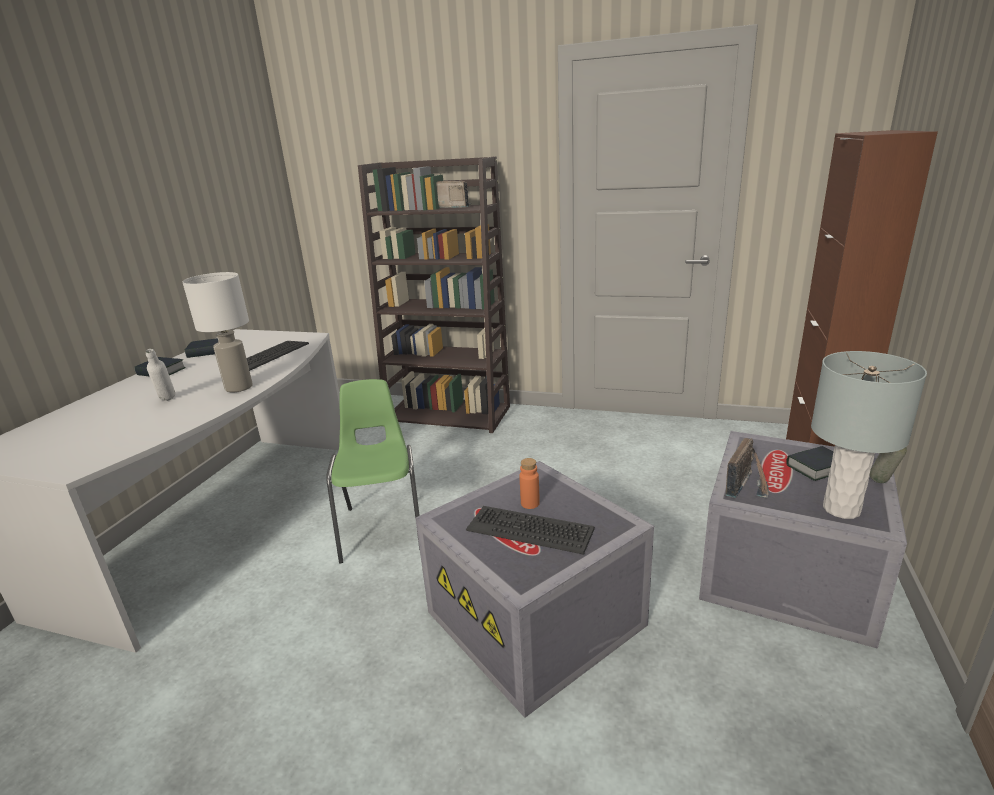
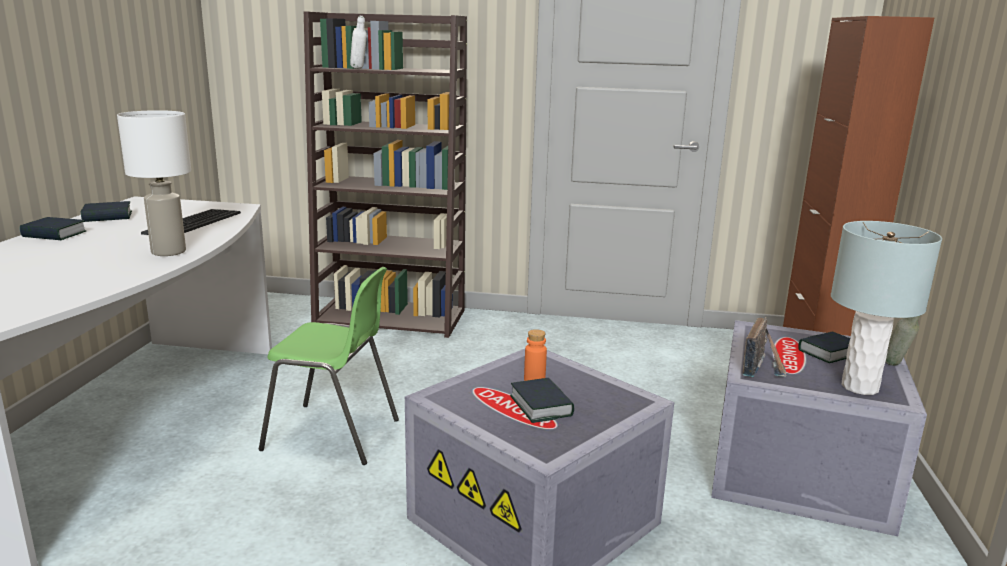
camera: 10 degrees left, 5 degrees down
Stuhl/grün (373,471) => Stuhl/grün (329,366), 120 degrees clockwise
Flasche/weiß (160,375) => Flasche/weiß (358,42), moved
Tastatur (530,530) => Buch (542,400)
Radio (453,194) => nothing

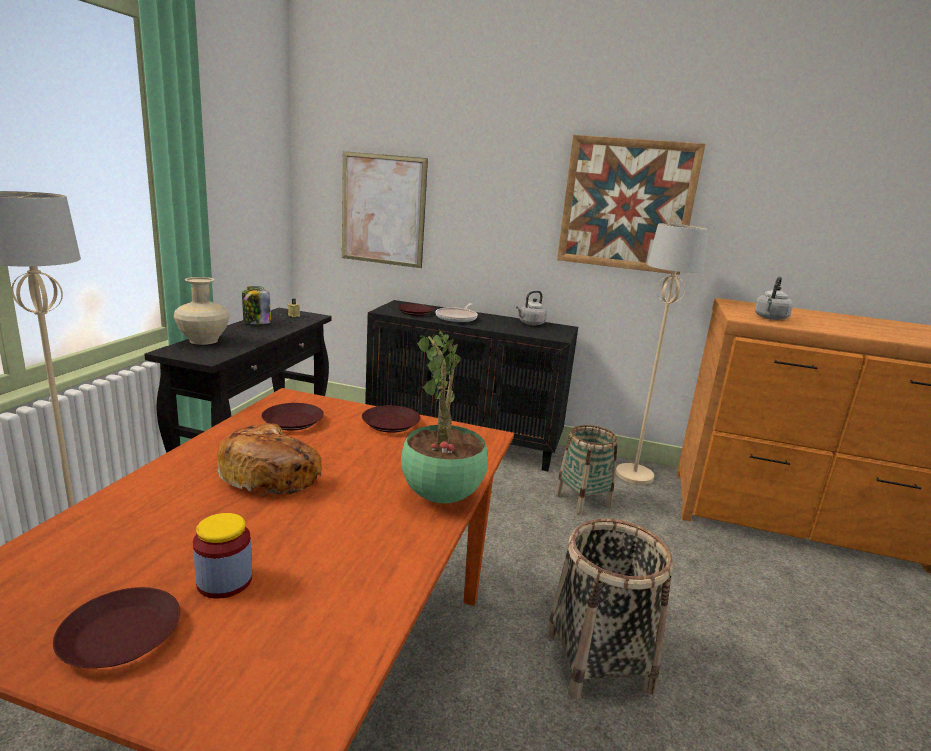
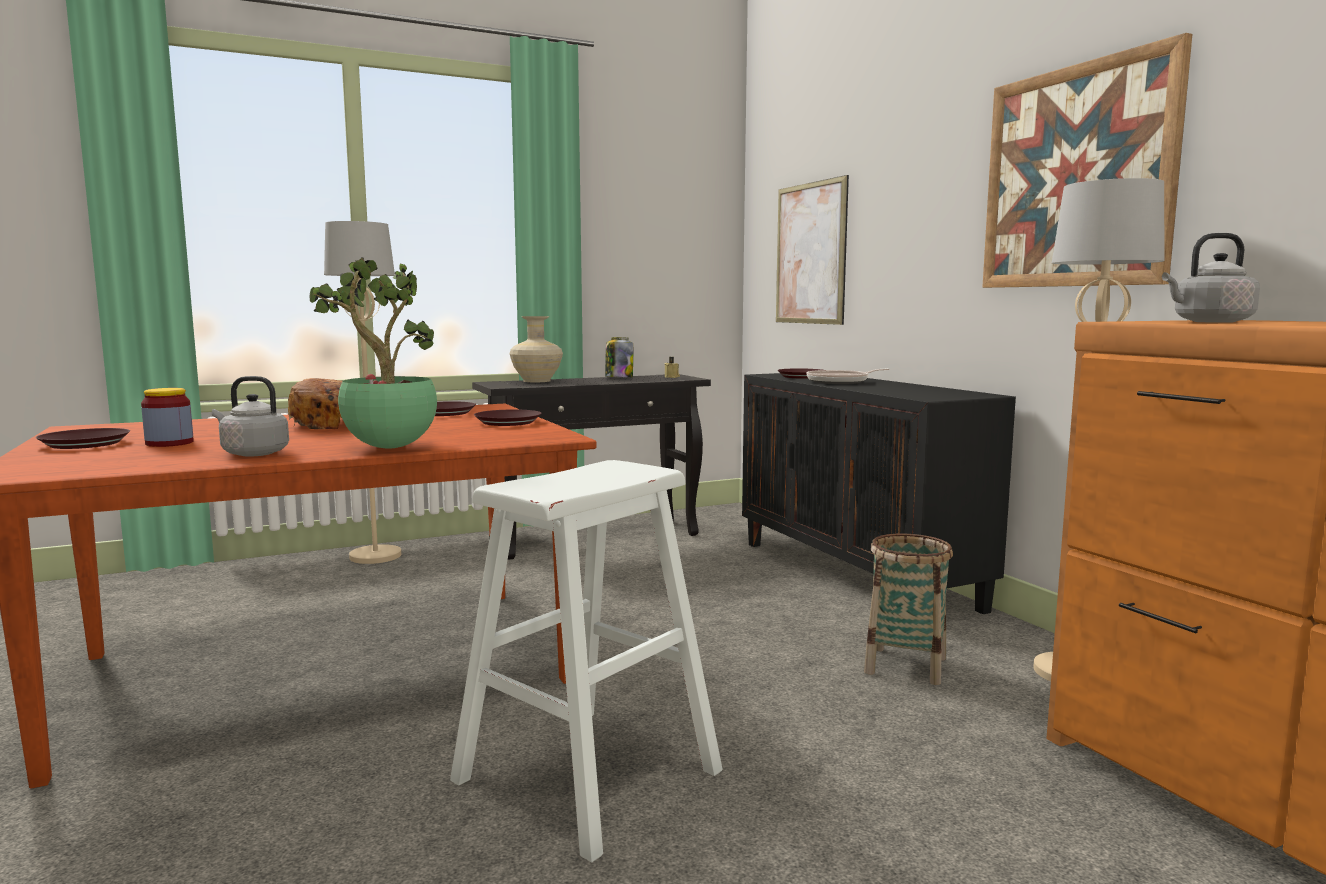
camera: 50 degrees right, 10 degrees down
Wasserkessel/grau (531,308) => Wasserkessel/grau (250,416), moved
Korb (610,609) => Hocker/weiß (586,661)

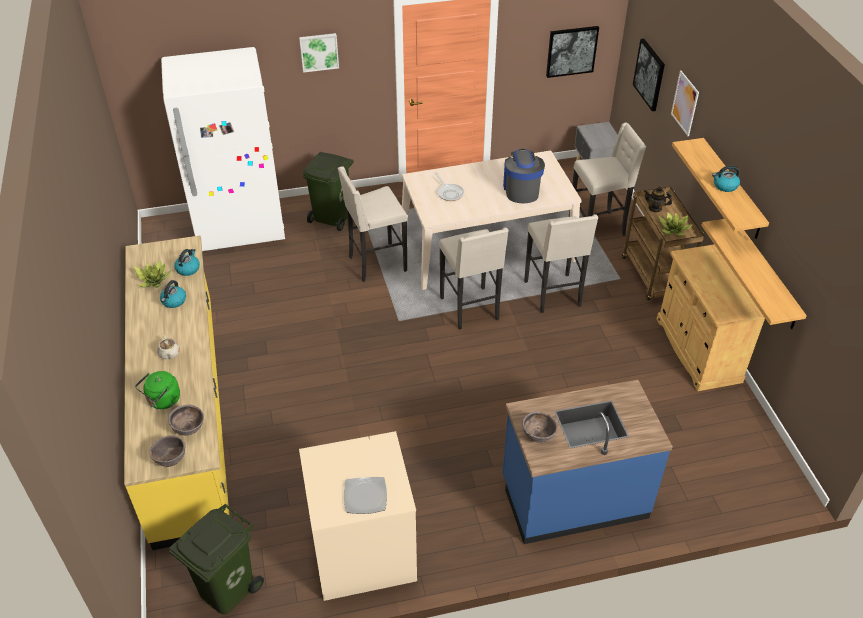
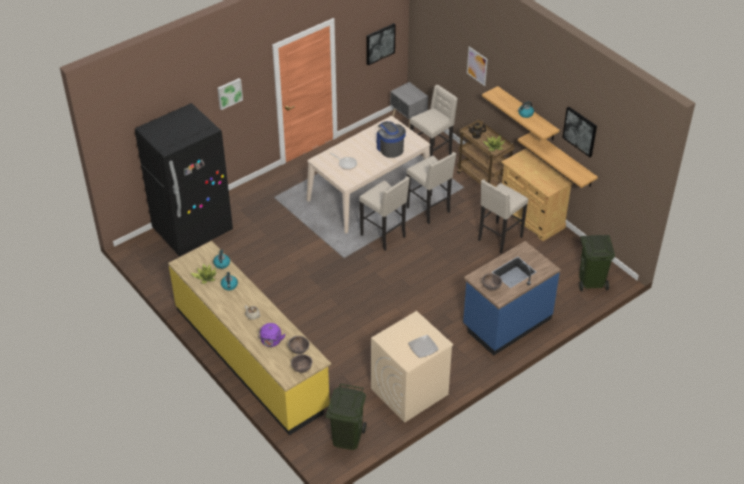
camera: 25 degrees left, 0 degrees up
Kühlschrank/weiß (223,149) => Kühlschrank/schwarz (184,179)
Wasserkessel/grün (157,390) => Wasserkessel/lila (271,335)
Hocker/beige (373,224) => Hocker/beige (503,216), moved
Bild (649,75) => Bild (579,132), moved
Mülleimer/grün (328,191) => Mülleimer/grün (597,263), moved

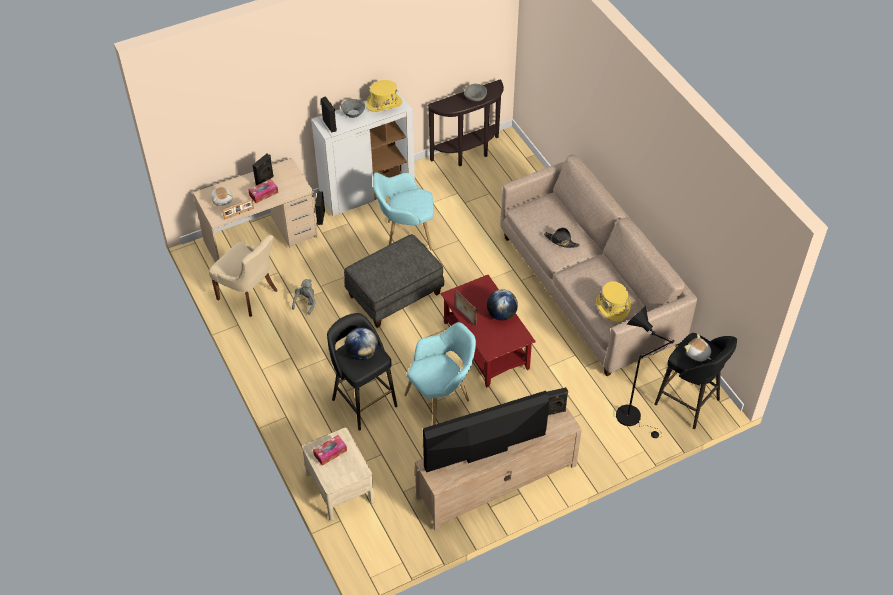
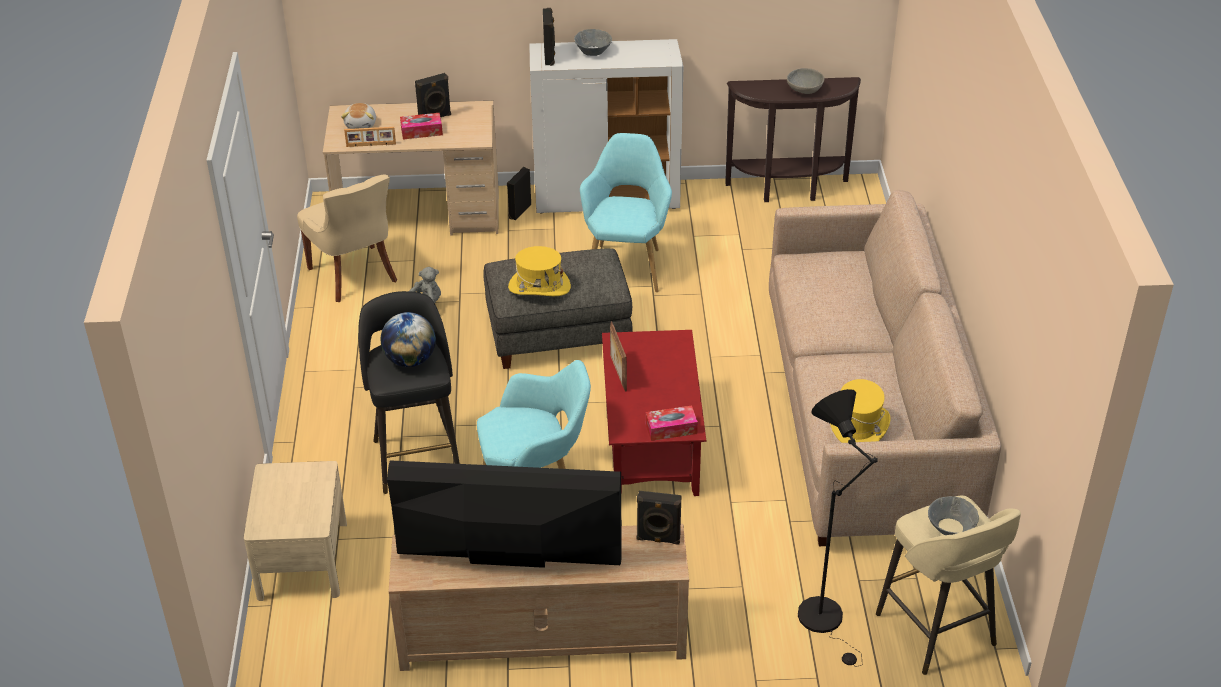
camera: 25 degrees right, 10 degrees down
Hut/gelb (384,96) => Hut/gelb (539,271), moved
Sessel/türkis (403,211) => Sessel/türkis (626,212), 75 degrees clockwise
Taschentuchbox (330,450) => Taschentuchbox (672,423), moved
Hocker/schwarz (695,381) => Hocker/beige (948,585)
Plüschtier (697,348) => Schüssel/grau (953,515)
Globus (502,305) => nothing
Hut/schwarz (562,238) => nothing

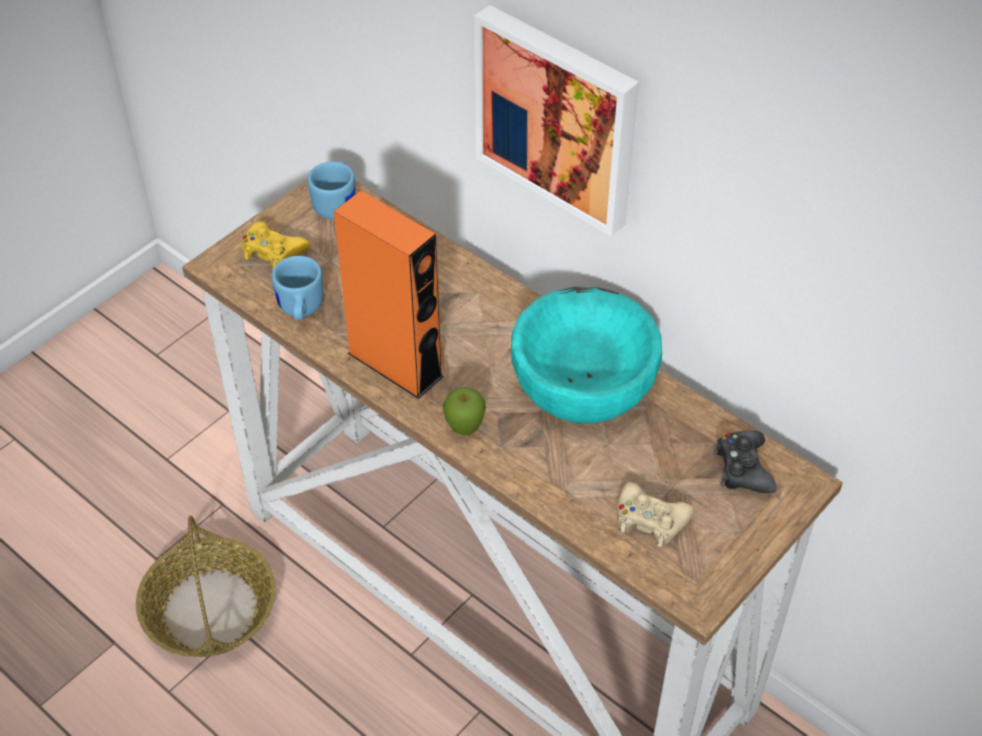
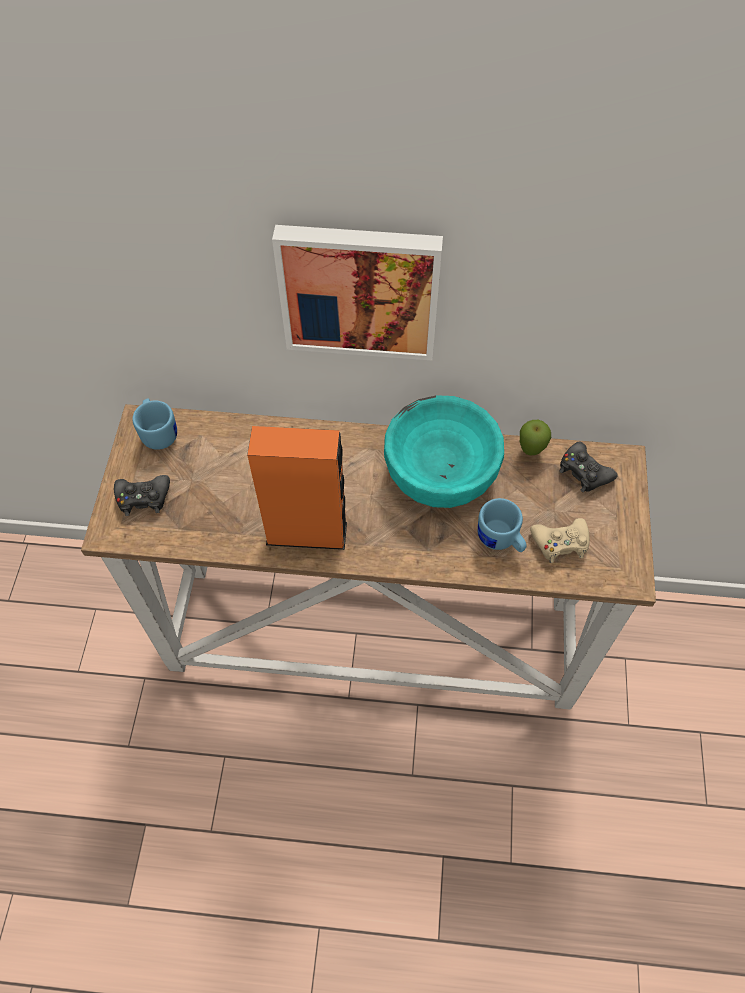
camera: 35 degrees left, 10 degrees up
Gamepad/gelb (276,245) => Gamepad/schwarz (142,495)
Henkelbecher/blau (297,288) => Henkelbecher/blau (502,525), moved
Apfel (464,411) => Apfel (535,437), moved
Korb (206,586) => nothing

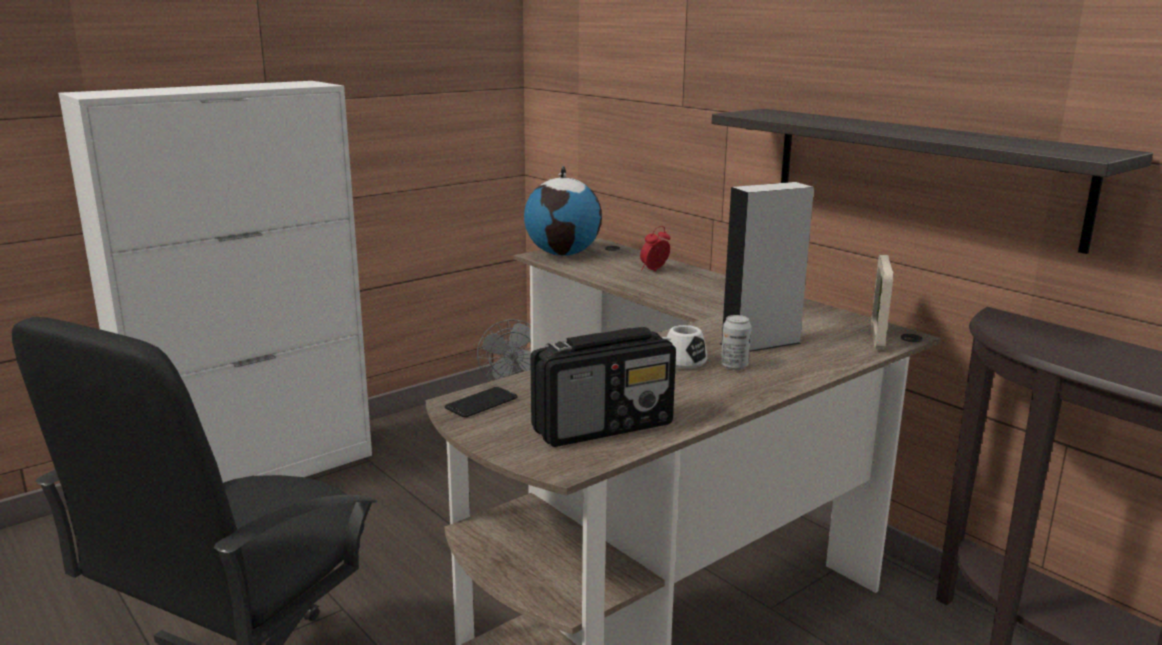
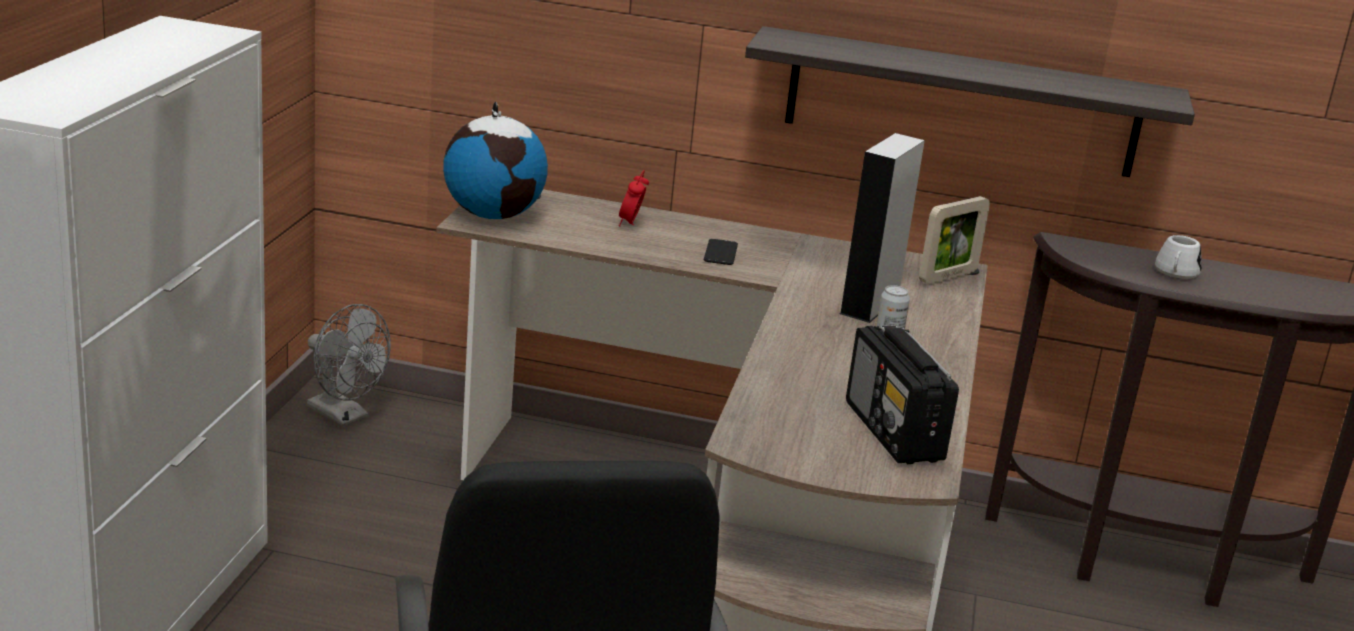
camera: 40 degrees left, 5 degrees up
Handy (481,402) => Handy (721,252), moved
Radio (603,387) => Radio (902,394), 135 degrees clockwise
Bilderrahmen (882,302) => Bilderrahmen (954,240), 105 degrees counterclockwise
Henkelbecher/weiß (684,347) => Henkelbecher/weiß (1178,257), moved

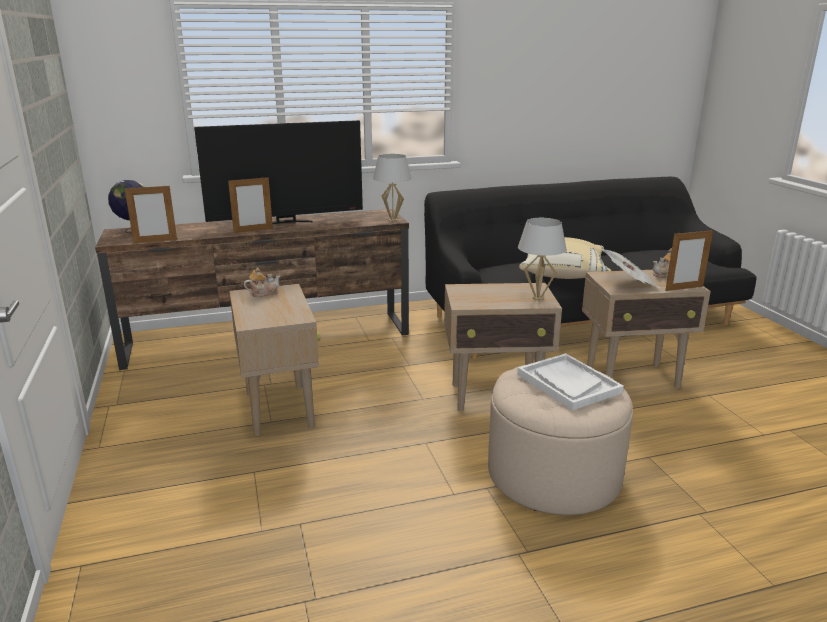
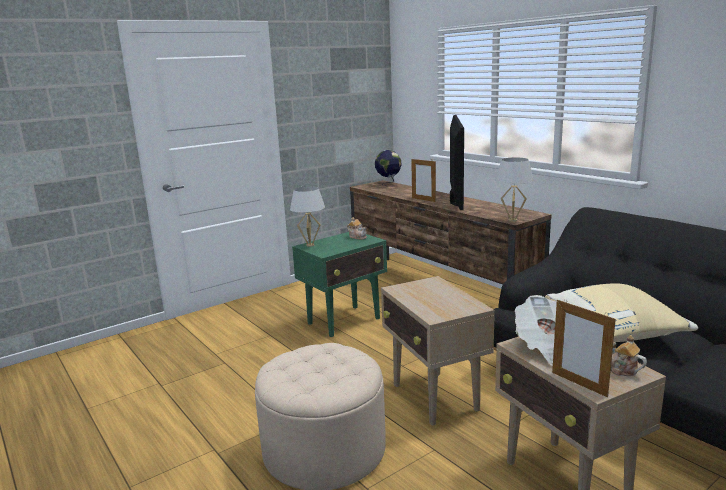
camera: 70 degrees right, 5 degrees down
Tischlampe/weiß (542,259) => Tischlampe/weiß (307,216), moved
Beistelltisch/beige (275,360) => Beistelltisch/grün (339,284)
Fernseher (278,172) => Fernseher (457,162), 135 degrees counterclockwise
Bilderrahmen (151,213) => nothing
Tablett/weiß (570,382) => nothing

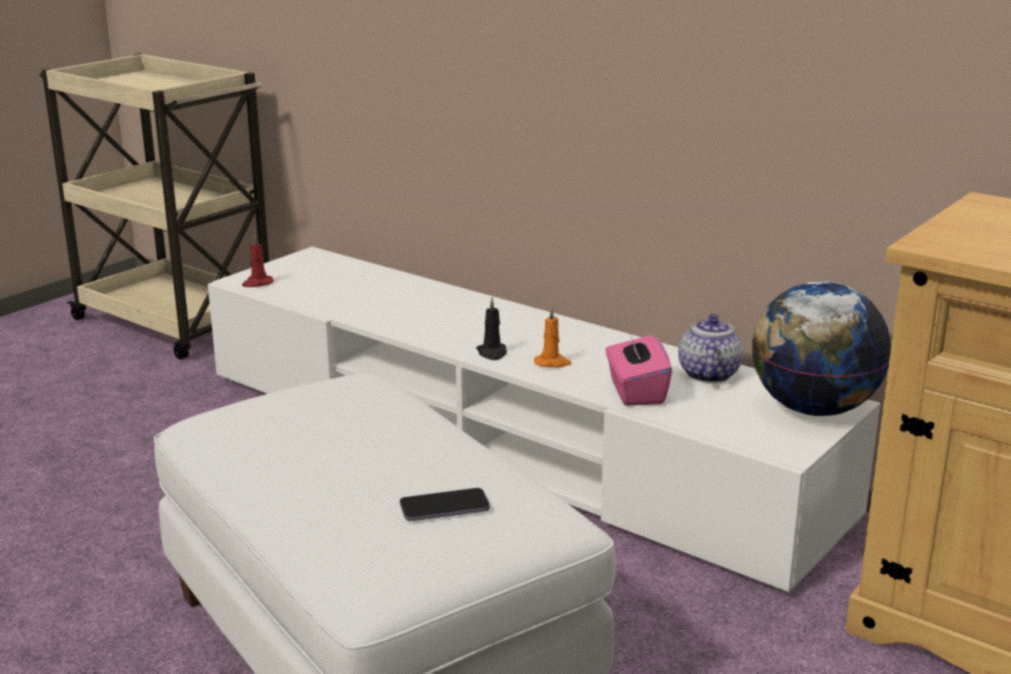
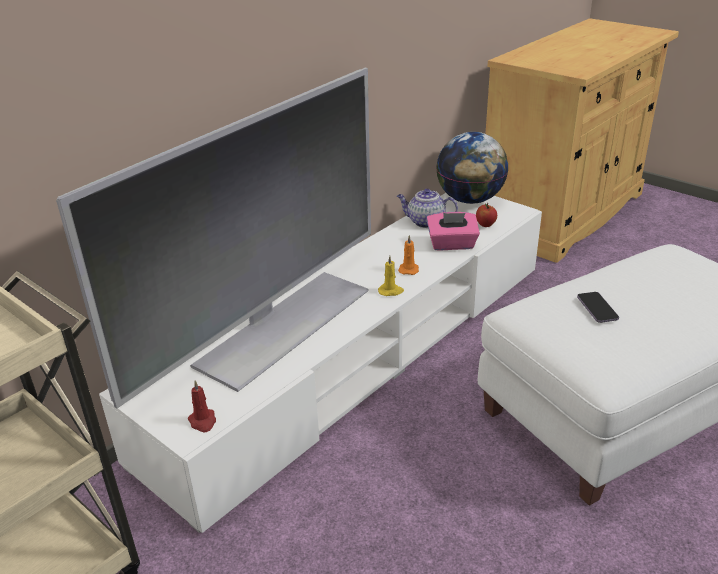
camera: 85 degrees left, 10 degrees up
nothing => Fernseher (213,238)
Kerze/schwarz (491,329) => Kerze/gelb (391,276)
nothing => Apfel (486,215)
Handy (445,504) => Handy (598,307), moved

